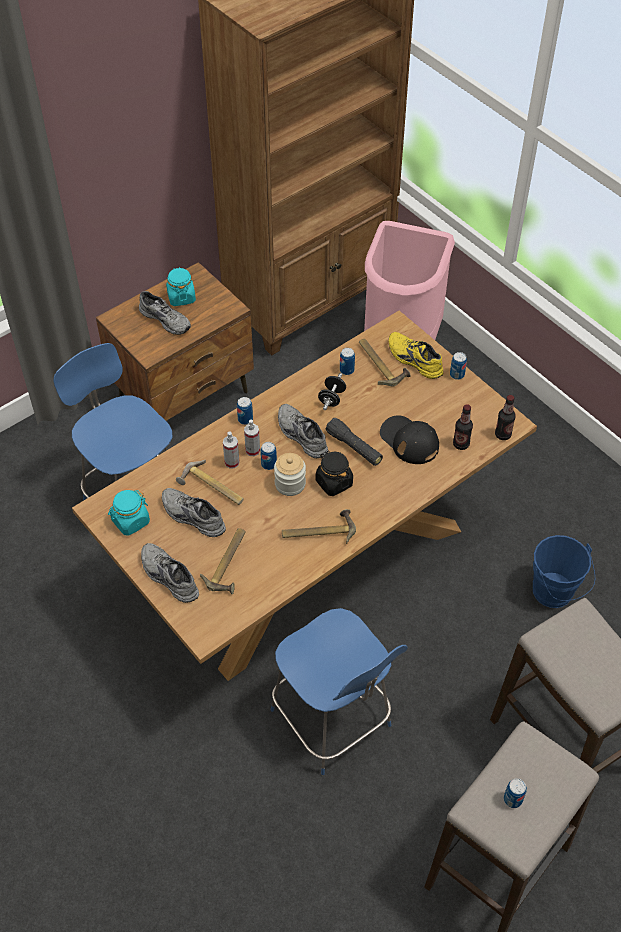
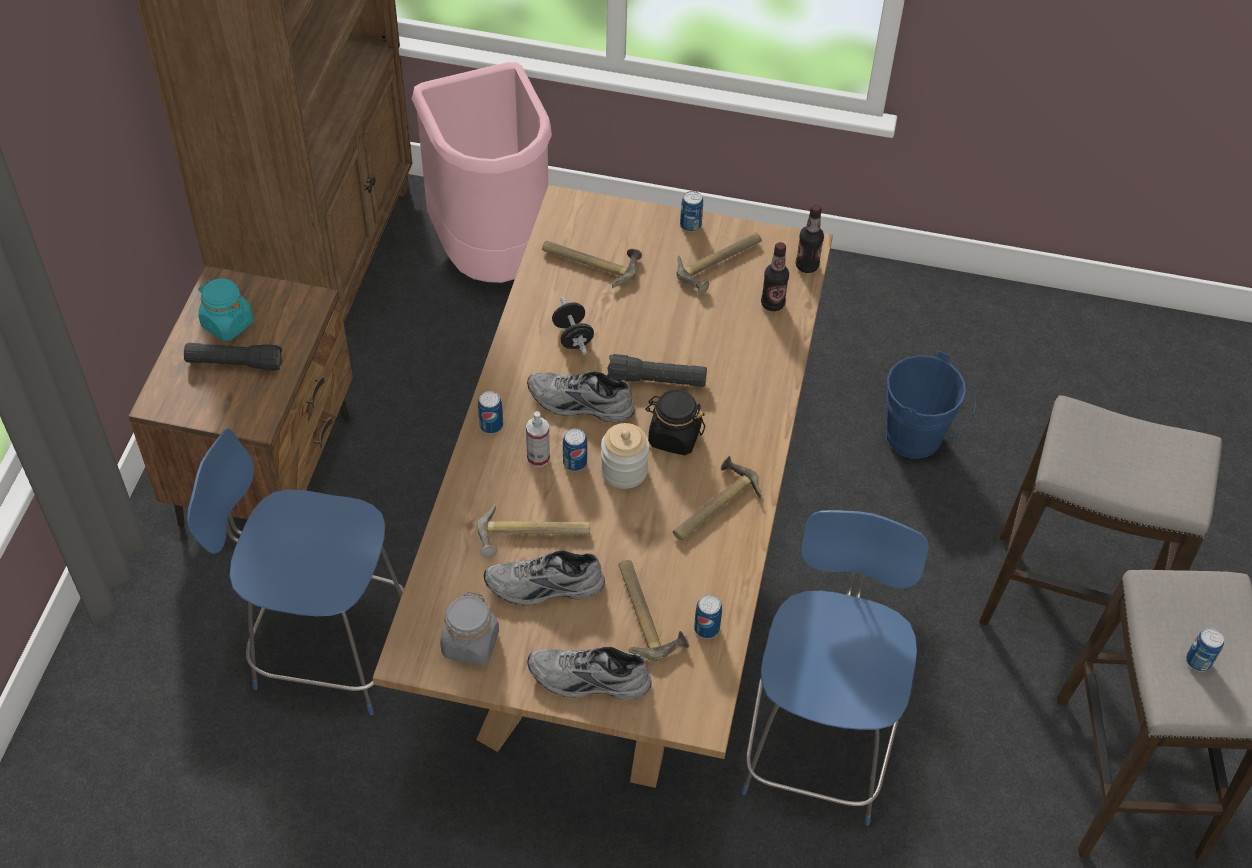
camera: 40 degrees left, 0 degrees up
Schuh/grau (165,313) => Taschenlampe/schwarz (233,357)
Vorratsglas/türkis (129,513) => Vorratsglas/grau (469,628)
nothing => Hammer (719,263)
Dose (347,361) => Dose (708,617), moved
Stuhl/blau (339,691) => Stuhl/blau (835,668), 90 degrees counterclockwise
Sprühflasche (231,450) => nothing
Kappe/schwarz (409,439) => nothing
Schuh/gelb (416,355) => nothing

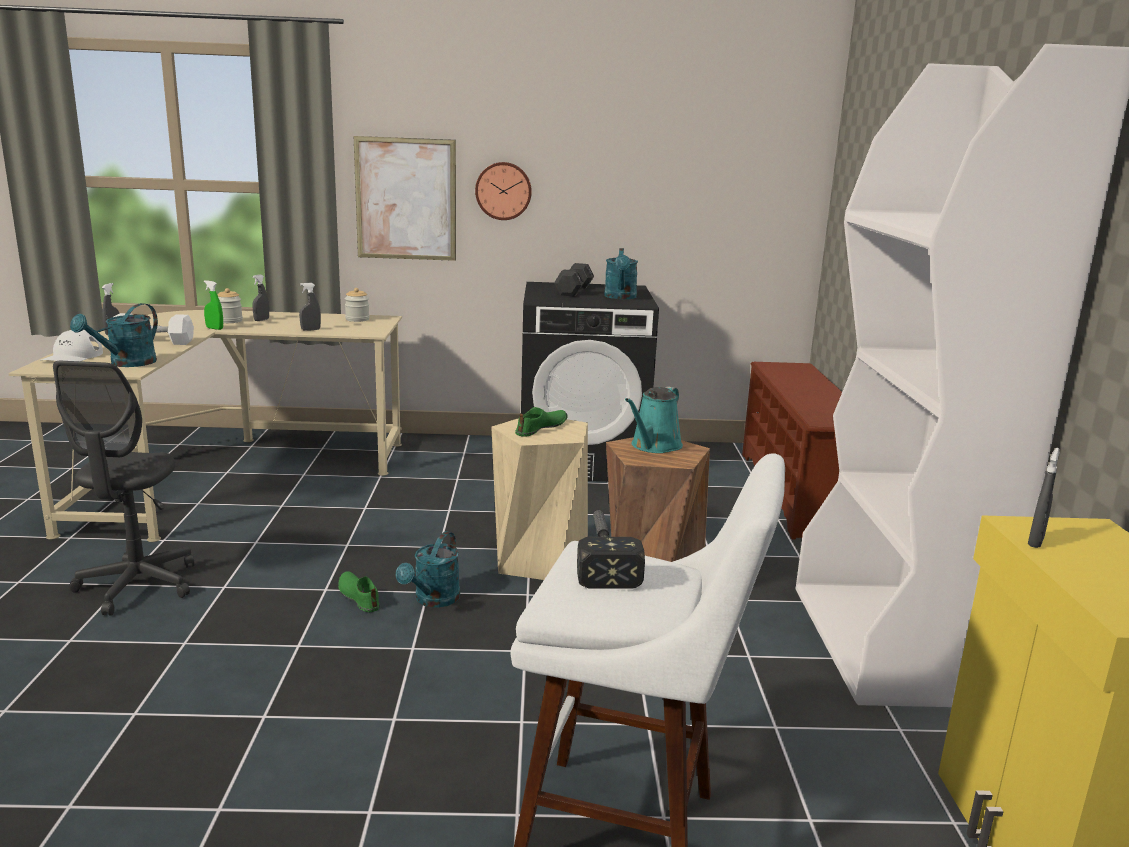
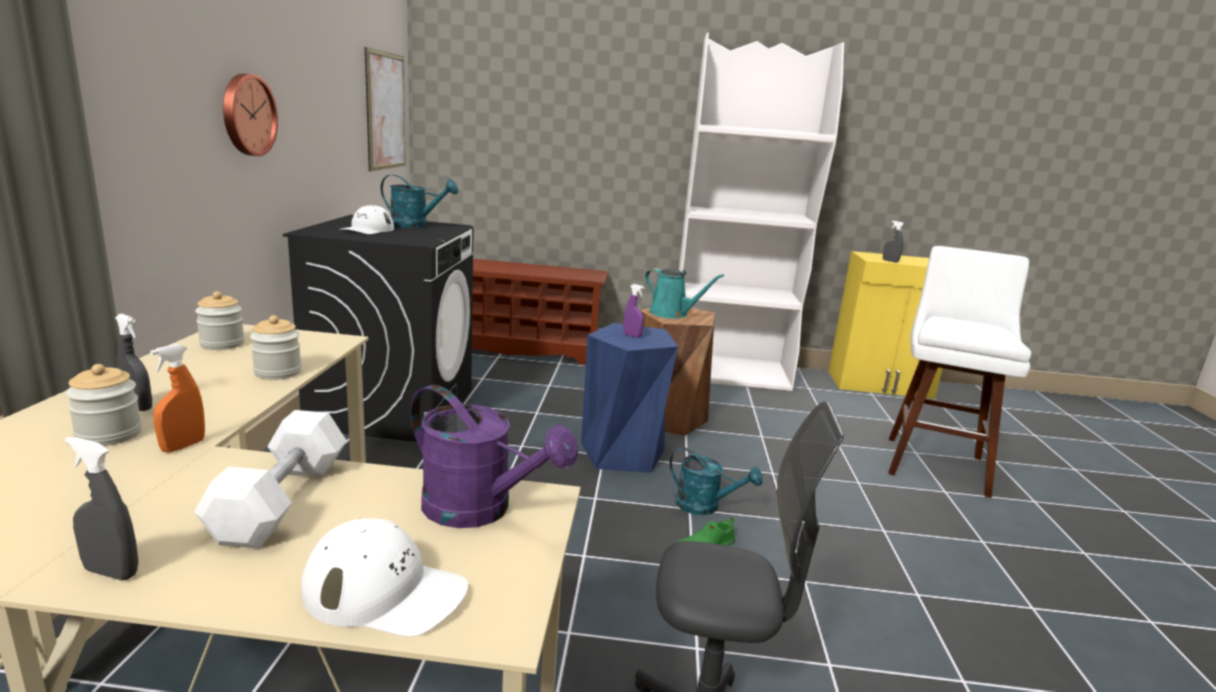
camera: 85 degrees left, 0 degrees up
Sprühflasche/grün (213,305) => Sprühflasche/orange (177,398)
Sprühflasche/grau (310,307) => Vorratsglas (276,347)
Hantel/schwarz (574,279) => Kappe/weiß (366,219)
Bild (405,198) => Bild (385,109), moved
Gießkanne/türkis (114,335) => Gießkanne/lila (494,456)
Hocker/beige (539,499) => Hocker/blau (629,398)
Schuh/grün (541,422) => Sprühflasche/lila (634,311)
Hammer (611,549) => nothing

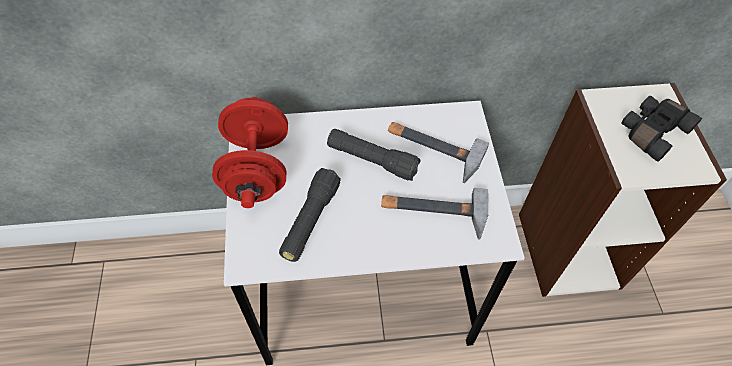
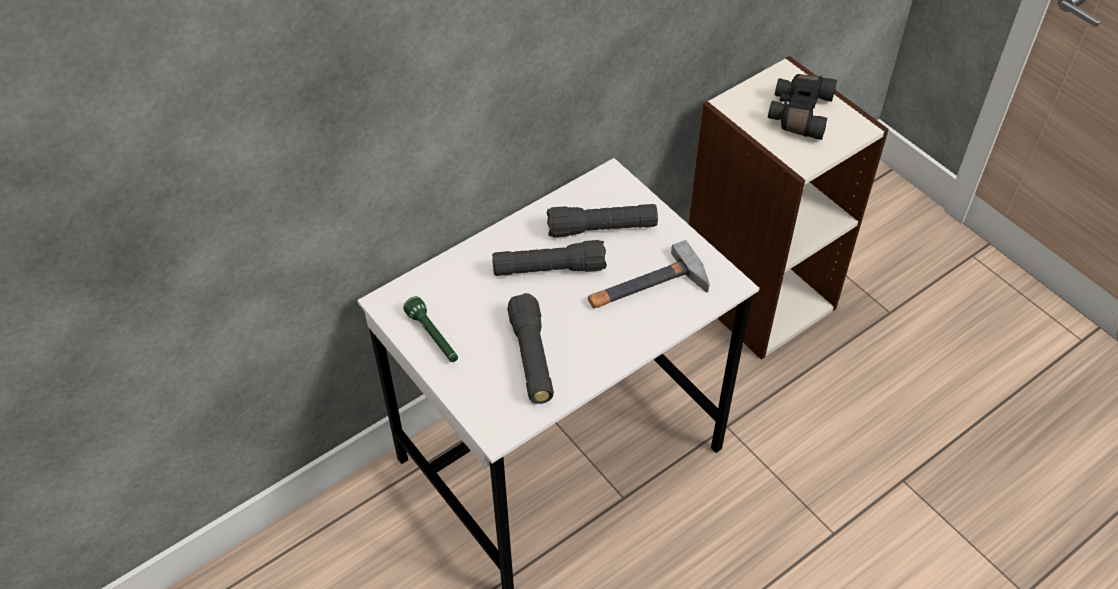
camera: 30 degrees left, 5 degrees down
Hantel/rot (250,152) => Taschenlampe/grün (430,329)
Hammer (438,152) => Taschenlampe/schwarz (602,220)

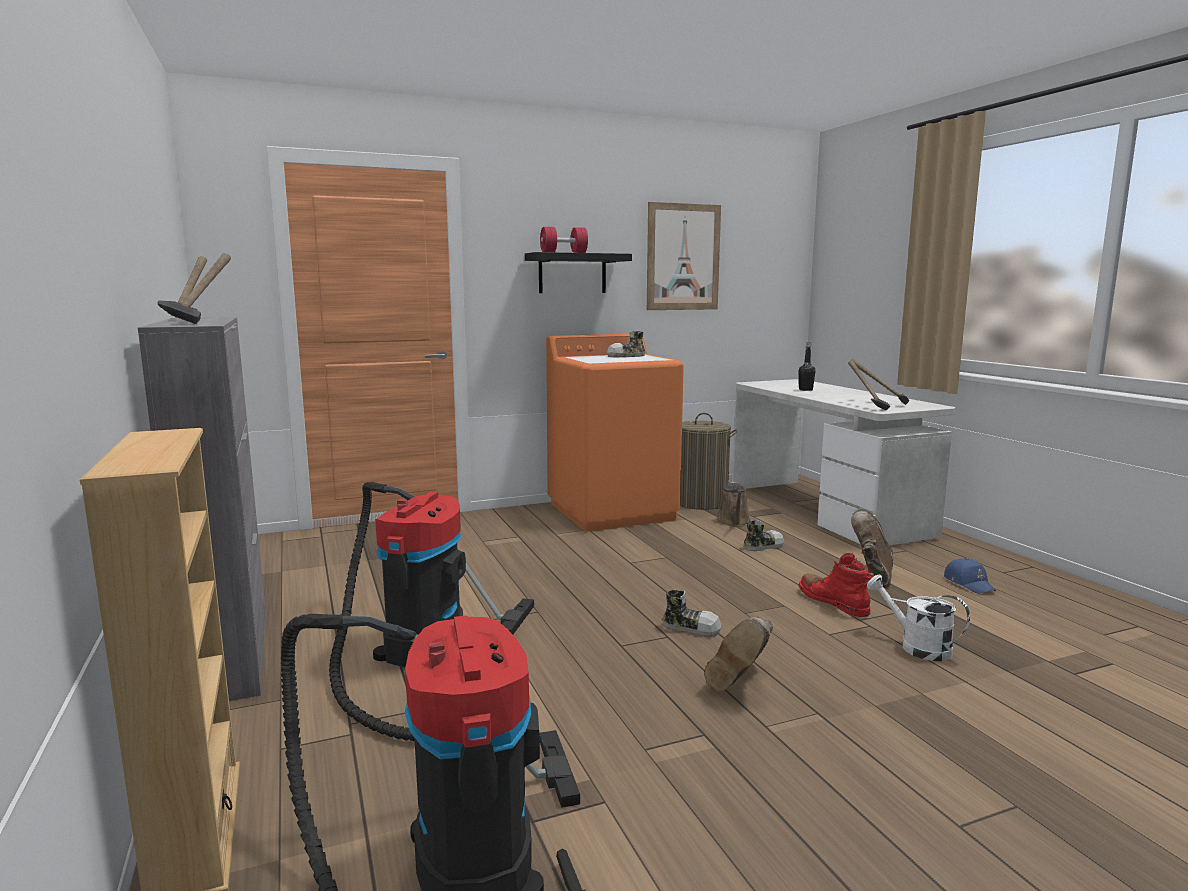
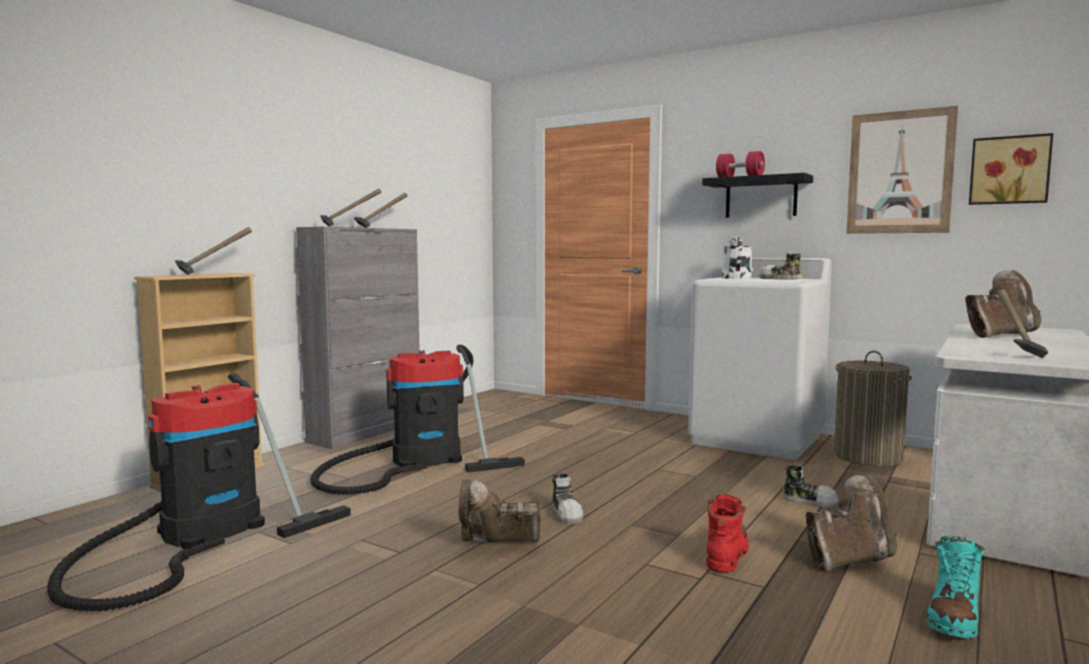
camera: 55 degrees right, 5 degrees down
Hammer (869,385) => Hammer (213,251), moved
Waschmaschine/orange (615,433) => Waschmaschine/weiß (760,358)
Gießkanne/weiß (918,618) => Gießkanne/weiß (737,258), moved
Kappe/blau (970,576) => Stiefel/türkis (955,587)
Flasche/schwarz (807,366) => Stiefel/braun (1003,304)
nothing => Bild (1011,169)
Gießkanne/braun (734,504) => nothing

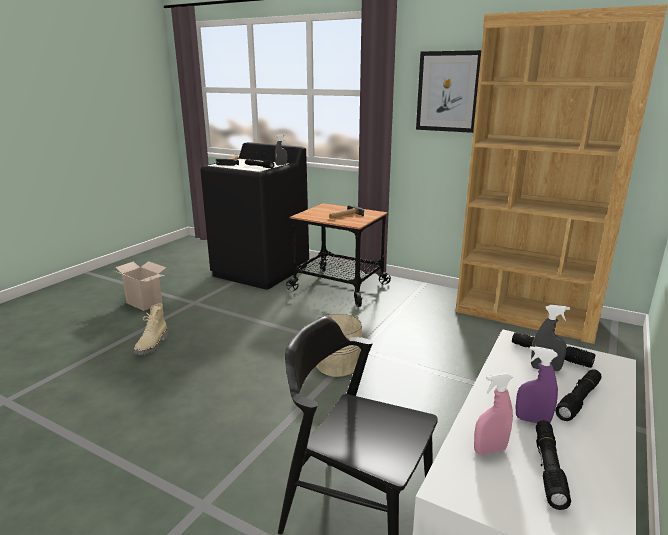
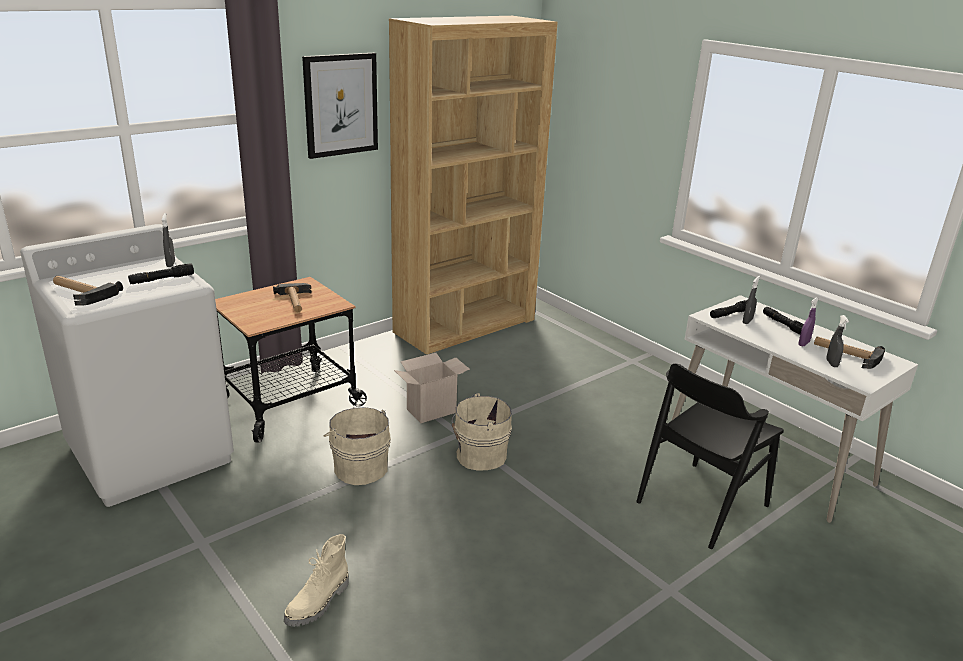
camera: 70 degrees left, 5 degrees up
Waschmaschine/schwarz (254,216) => Waschmaschine/weiß (127,365)
Stiefel/beige (151,329) => Stiefel/beige (316,580), 90 degrees clockwise
nothing => Eimer/beige (357,446)
Karton (140,286) => Karton (432,388), moved
Taschenlampe/schwarz (553,465) => Hammer (849,353)
Sprühflasche/rosa (493,414) => Sprühflasche/grau (837,341)

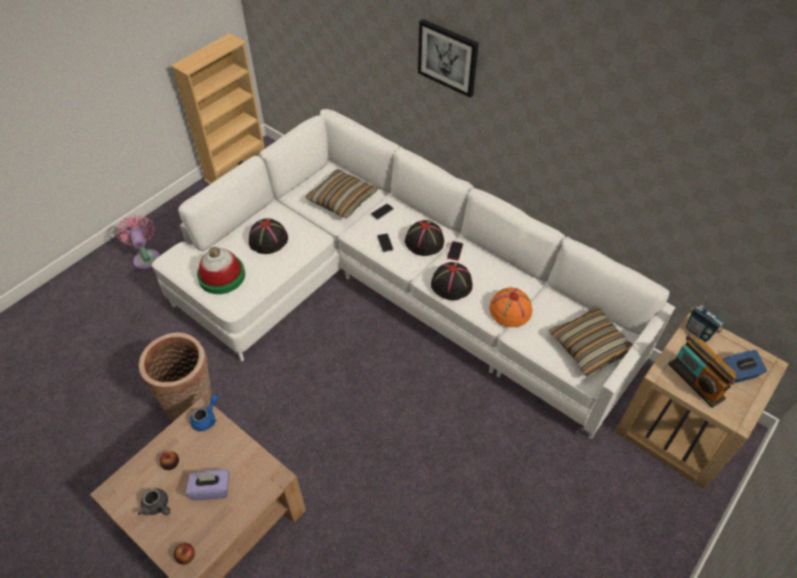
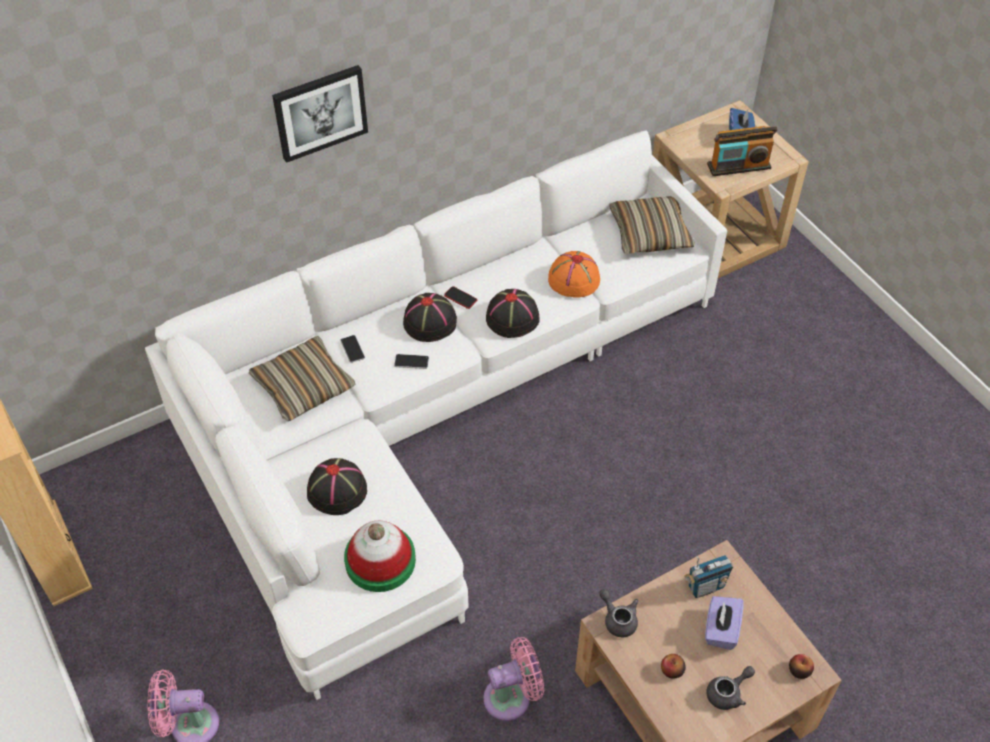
camera: 70 degrees left, 0 degrees up
Korb (175,377) => Ventilator/rosa (514,679)
Teekanne/blau (204,412) => Teekanne/grau (618,613)
Radio (705,318) => Radio (708,576), moved

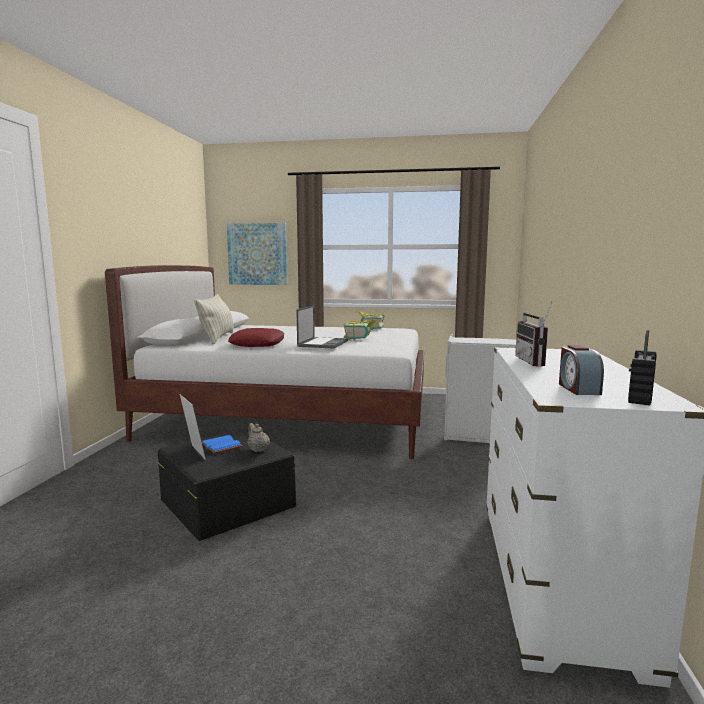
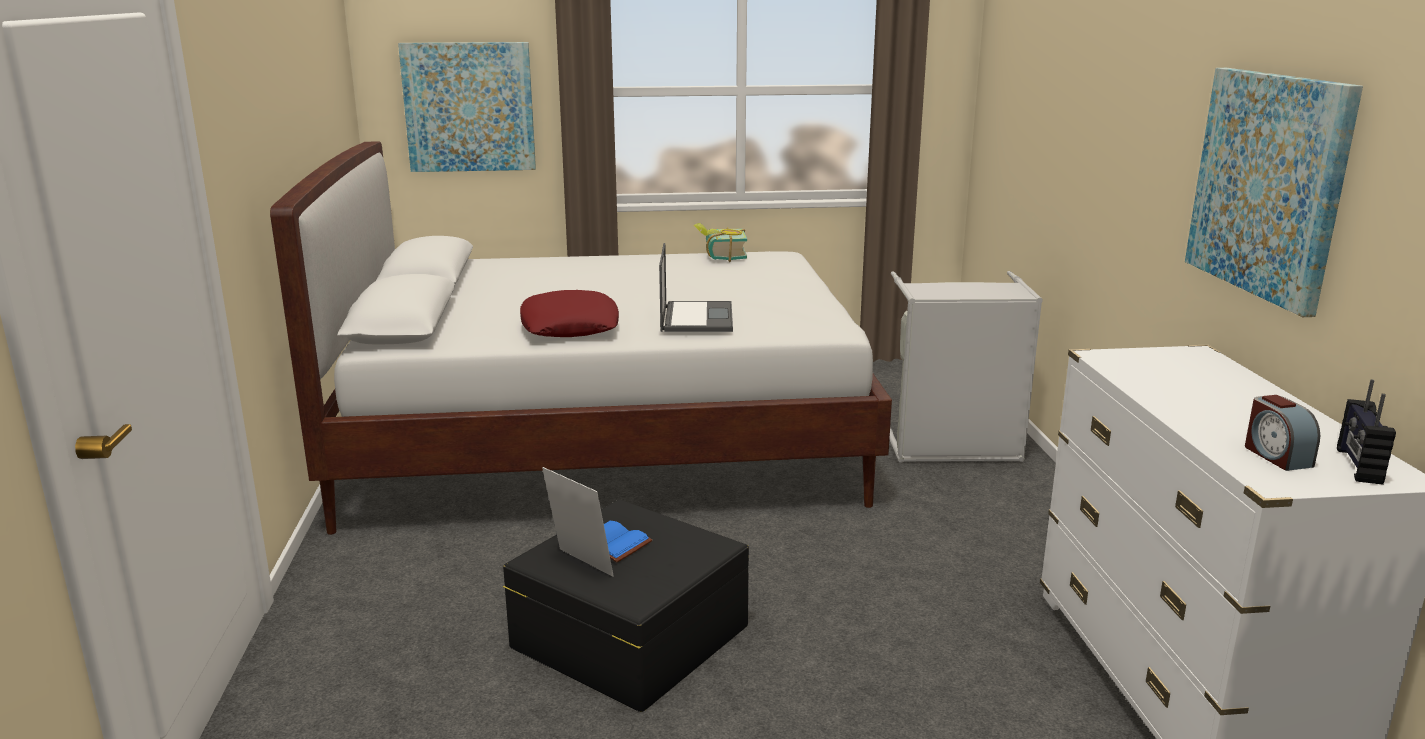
camera: 15 degrees left, 10 degrees up
nothing => Bild (1274,192)
Kissen (214,319) => nothing
Teekanne/beige (259,437) => nothing
Buch (359,330) => nothing
Radio (533,334) => nothing

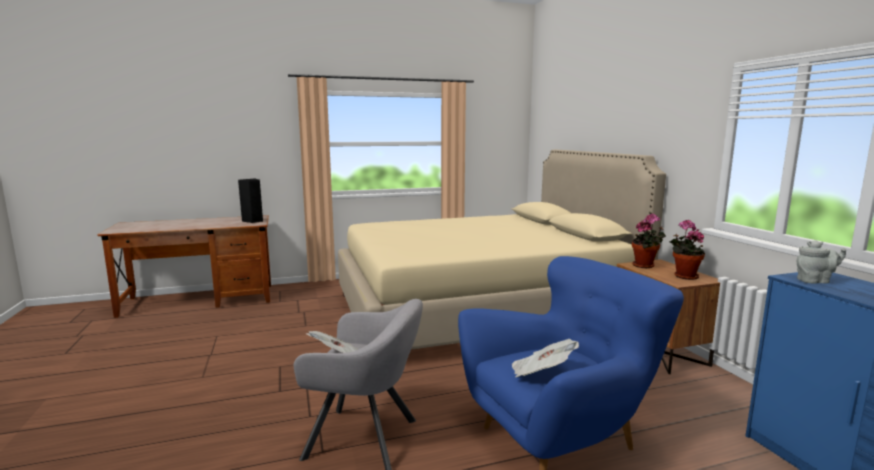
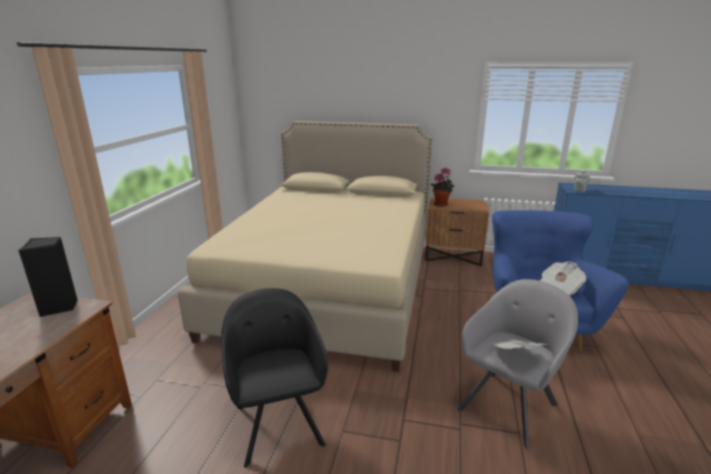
camera: 60 degrees left, 10 degrees up
nothing => Sessel/schwarz (274,378)
Topfpflanze (687,250) => nothing

